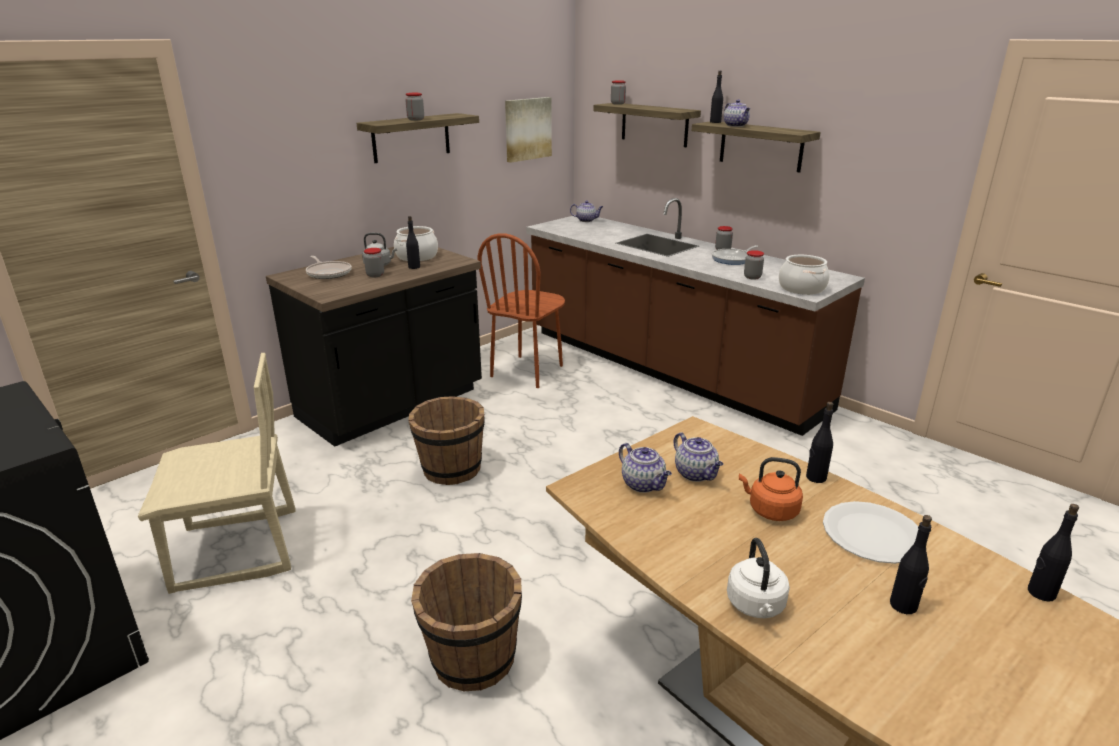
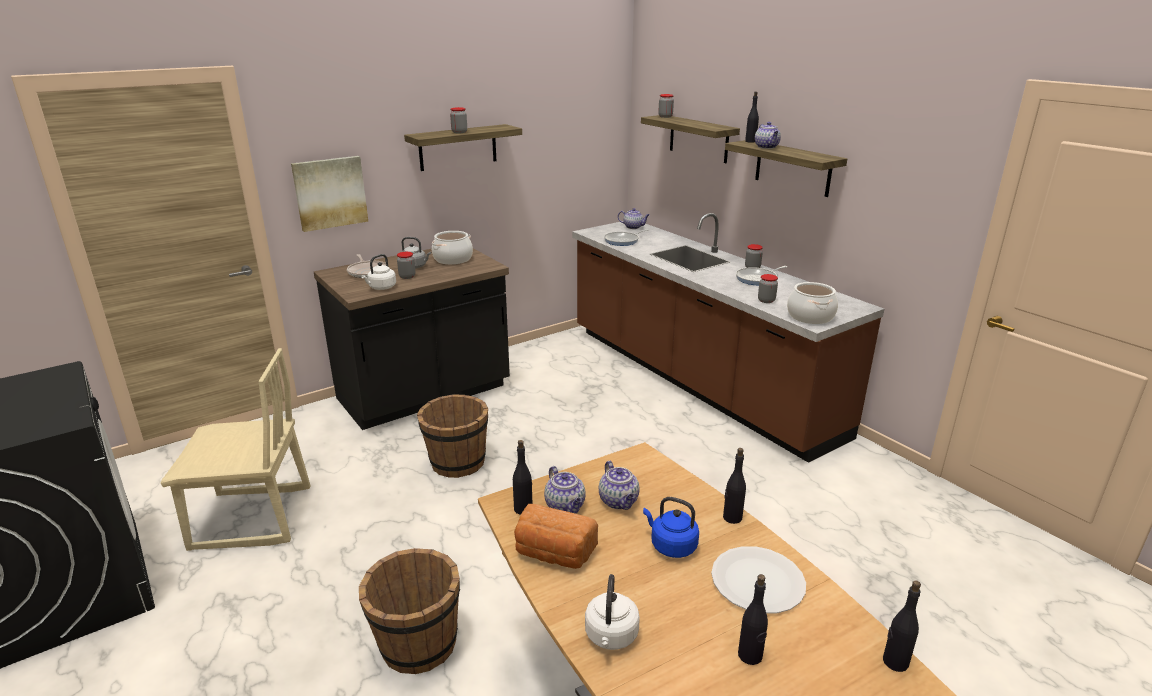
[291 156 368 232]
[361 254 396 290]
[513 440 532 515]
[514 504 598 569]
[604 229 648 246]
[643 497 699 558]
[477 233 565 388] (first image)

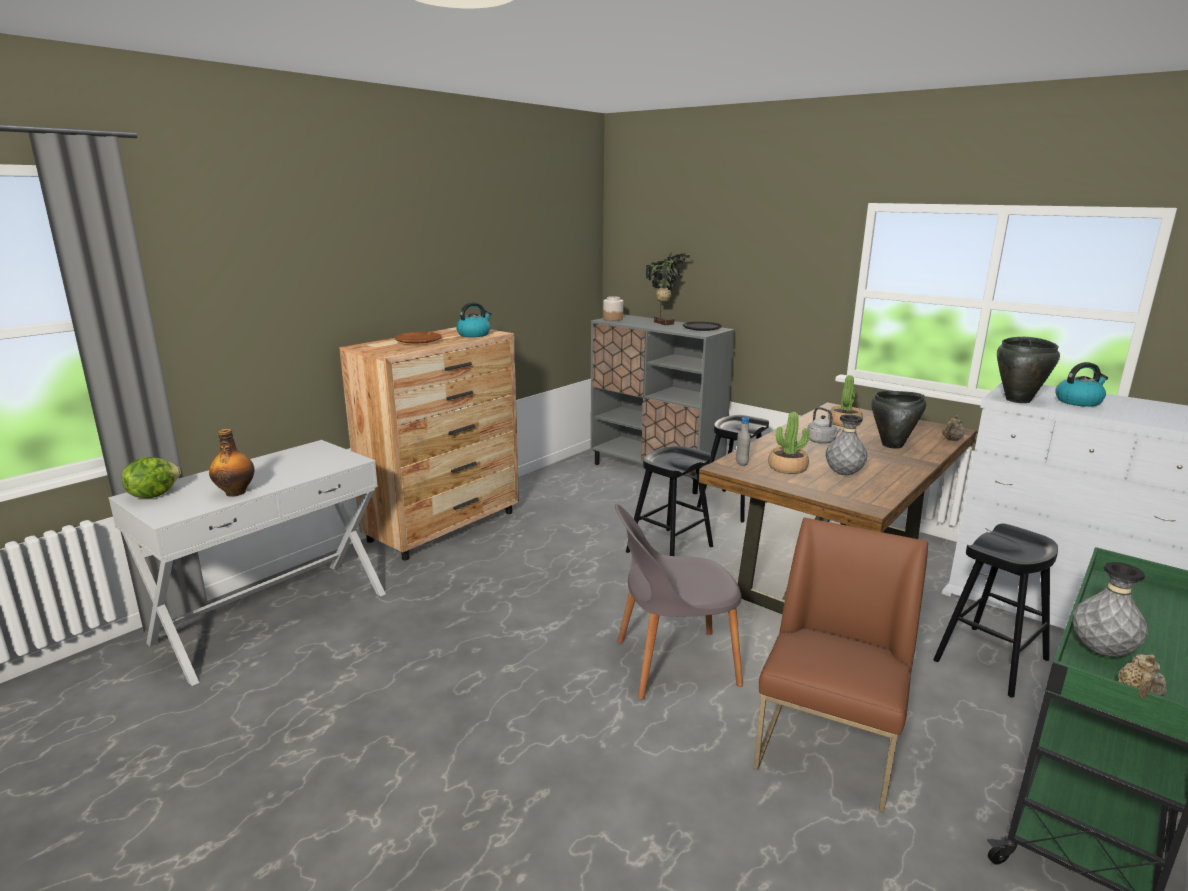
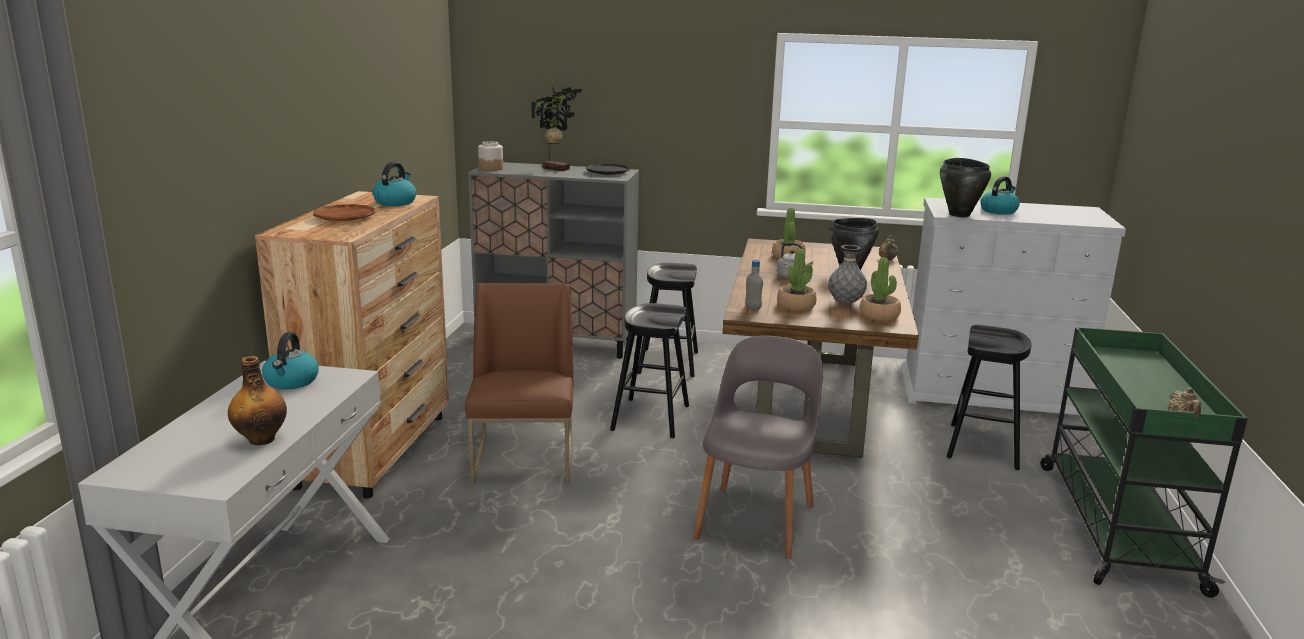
[262 332 319 389]
[465 283 574 484]
[694 336 823 559]
[860 257 901 321]
[121 457 181 498] (first image)
[1072 562 1148 657] (first image)

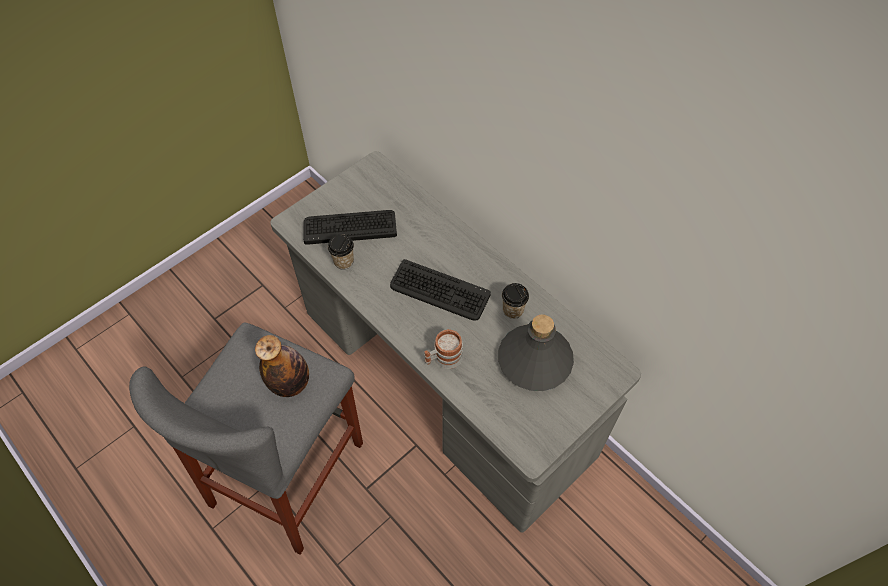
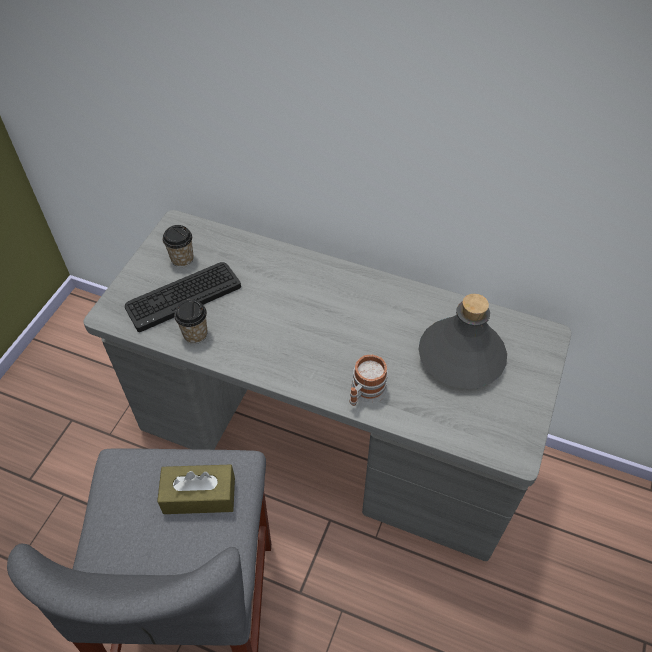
[157 464 235 514]
[163 225 194 267]
[390 259 491 321] (first image)

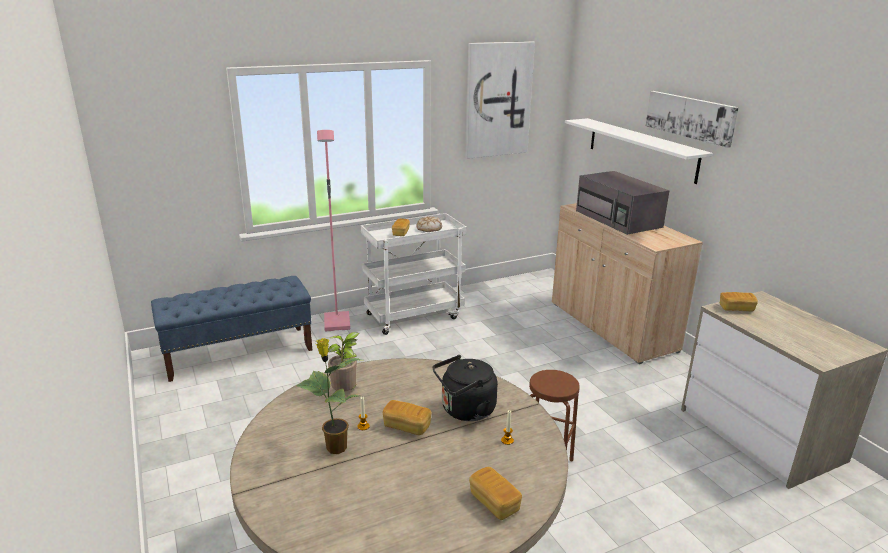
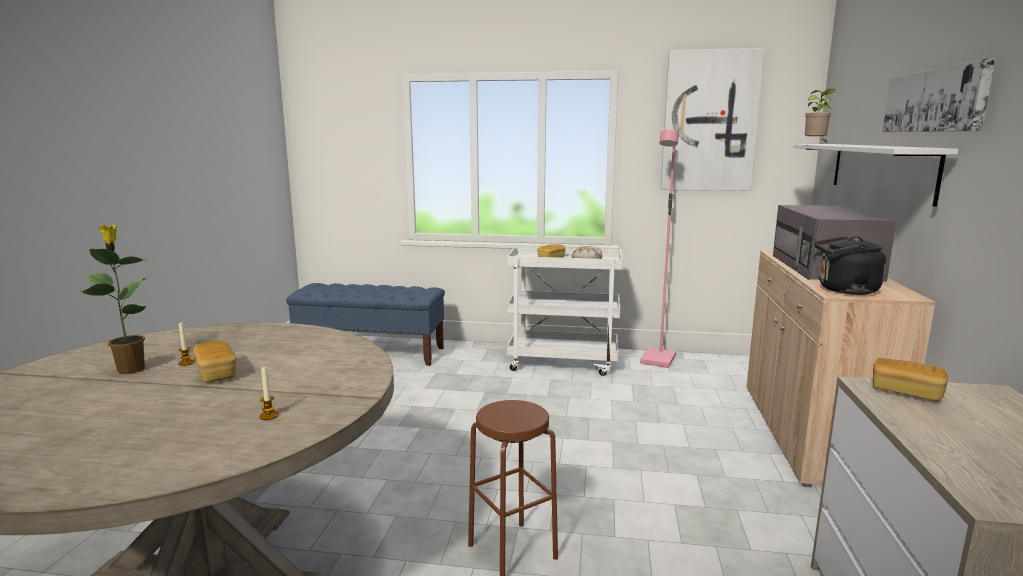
[640 130 679 368]
[805 89 837 143]
[815 236 886 295]
[469 467 522 520] (first image)

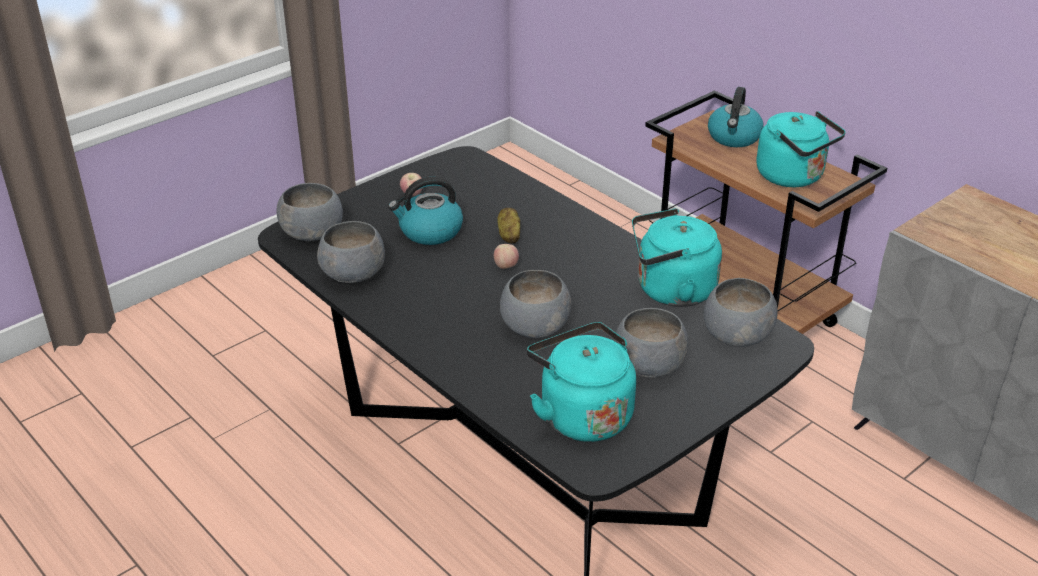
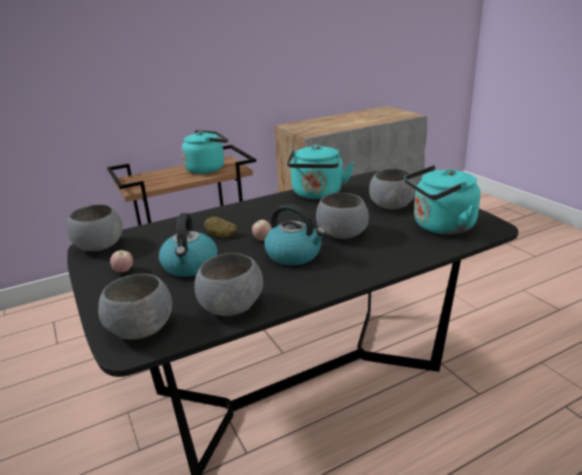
[67 204 123 251]
[264 204 326 265]

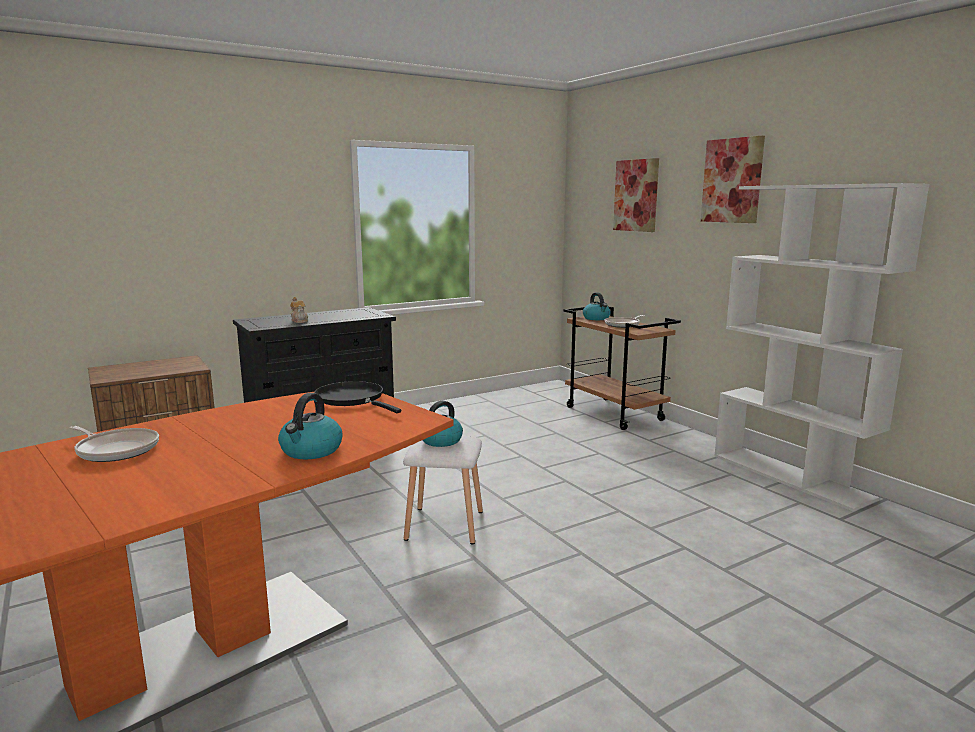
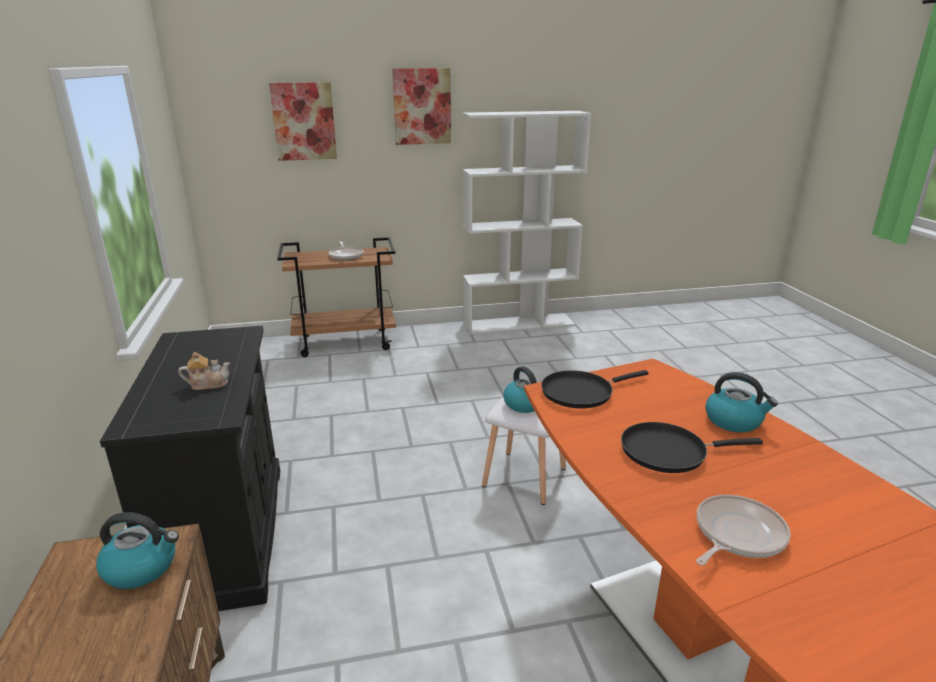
[96 512 179 589]
[621 422 763 473]

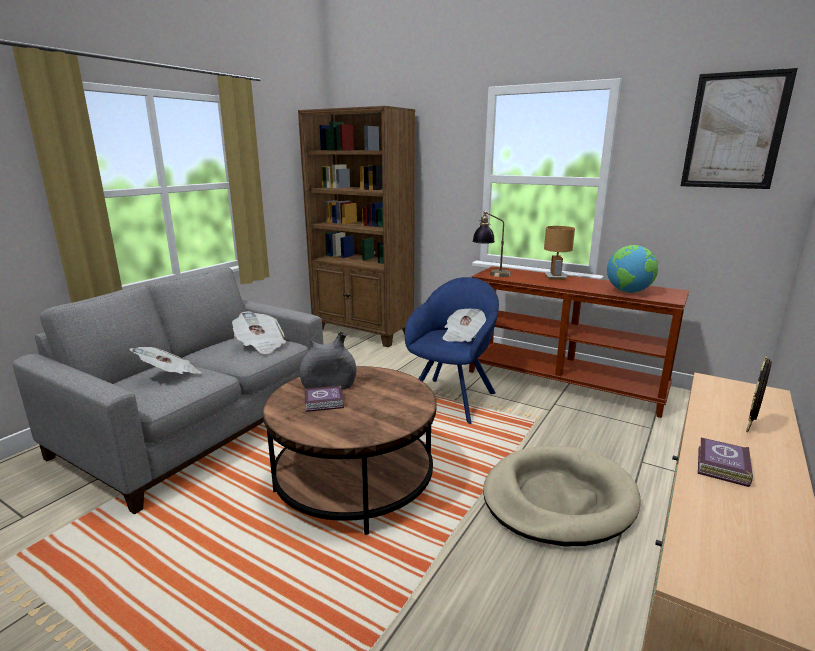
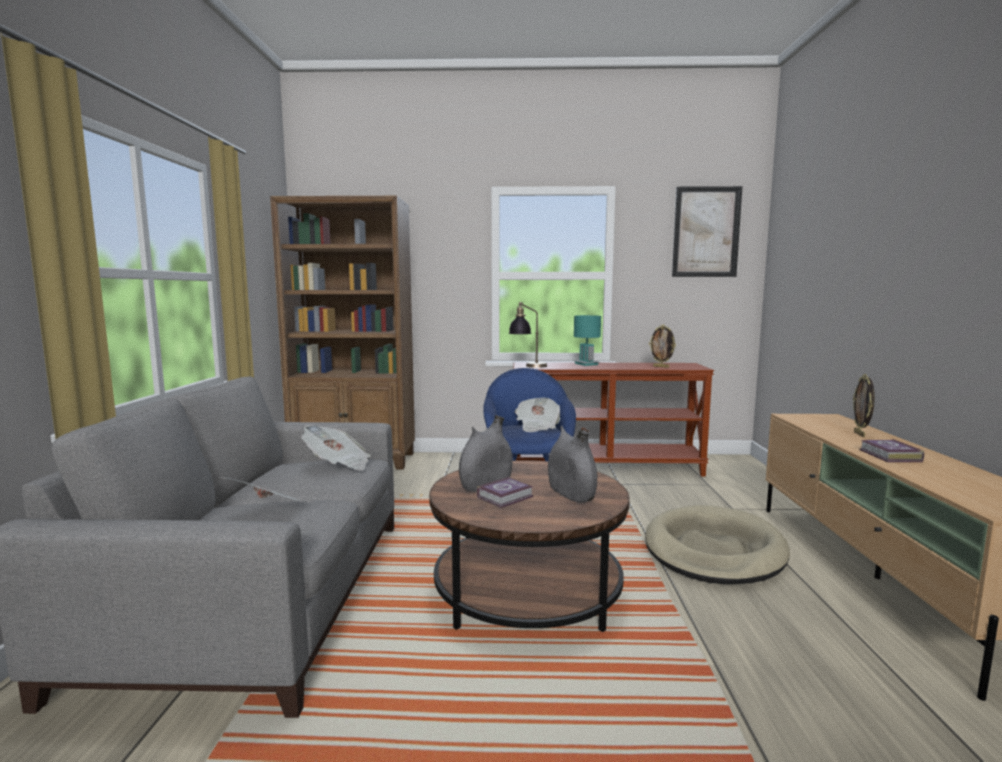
[548 426 597 502]
[573 315 601 366]
[649 325 676 368]

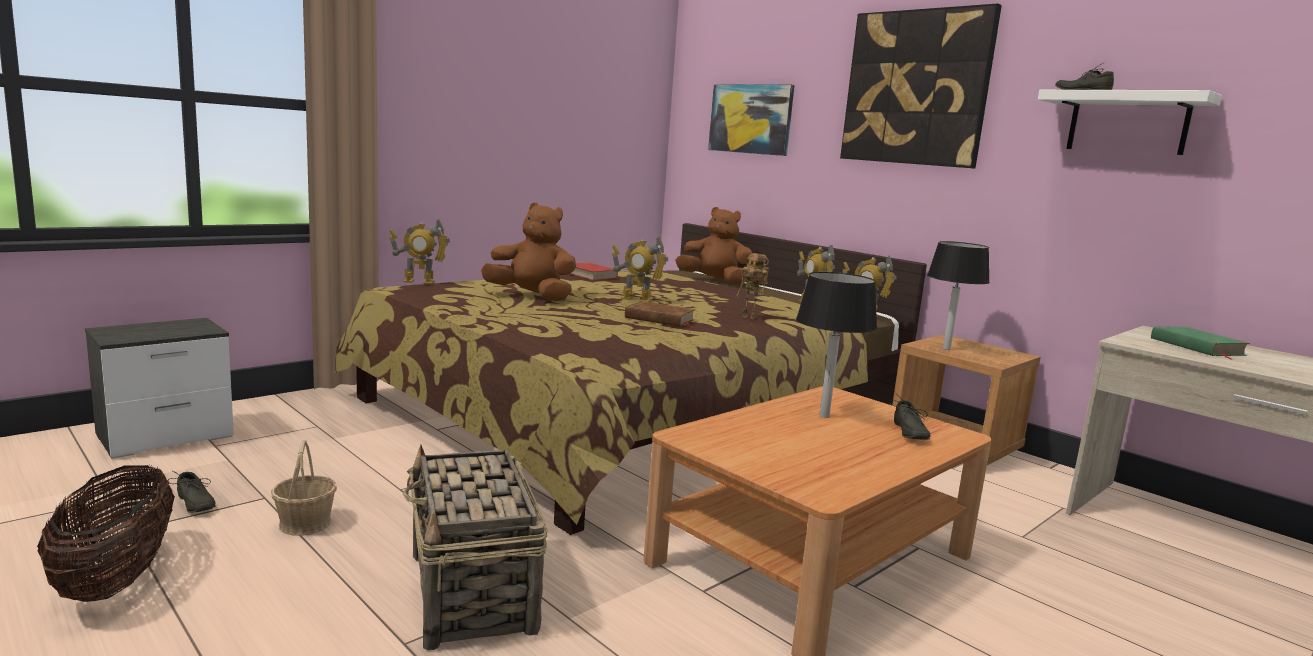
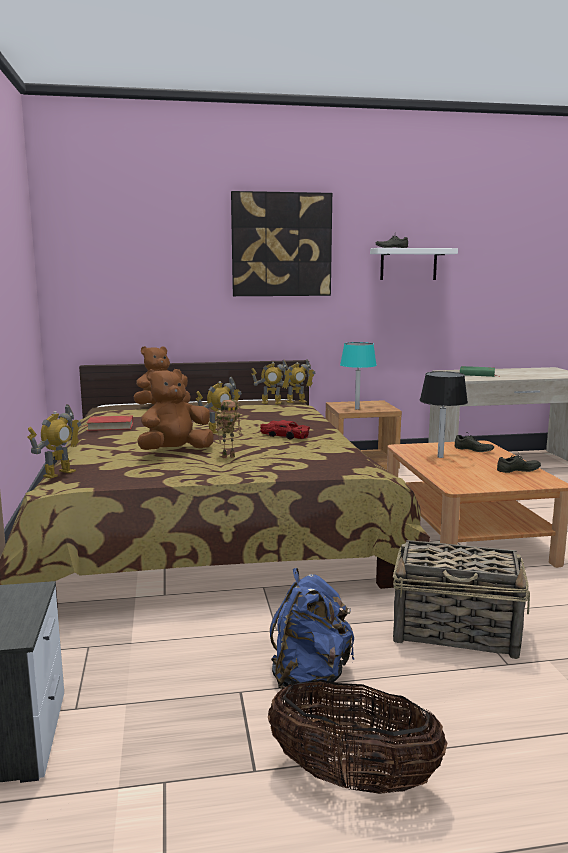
[216 400 242 458]
[260 420 310 440]
[270 568 354 691]
[340 342 377 410]
[497 455 541 473]
[708 84 794 156] (first image)

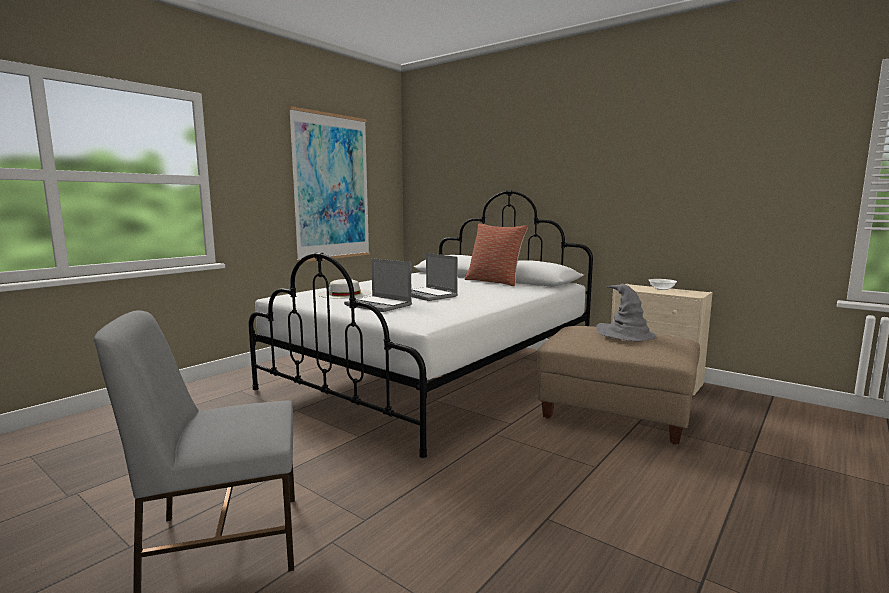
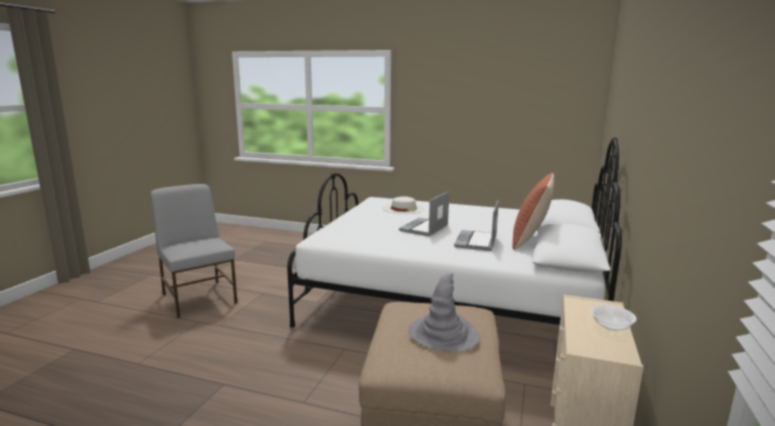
[454 200 499 251]
[288 106 370 262] (first image)

